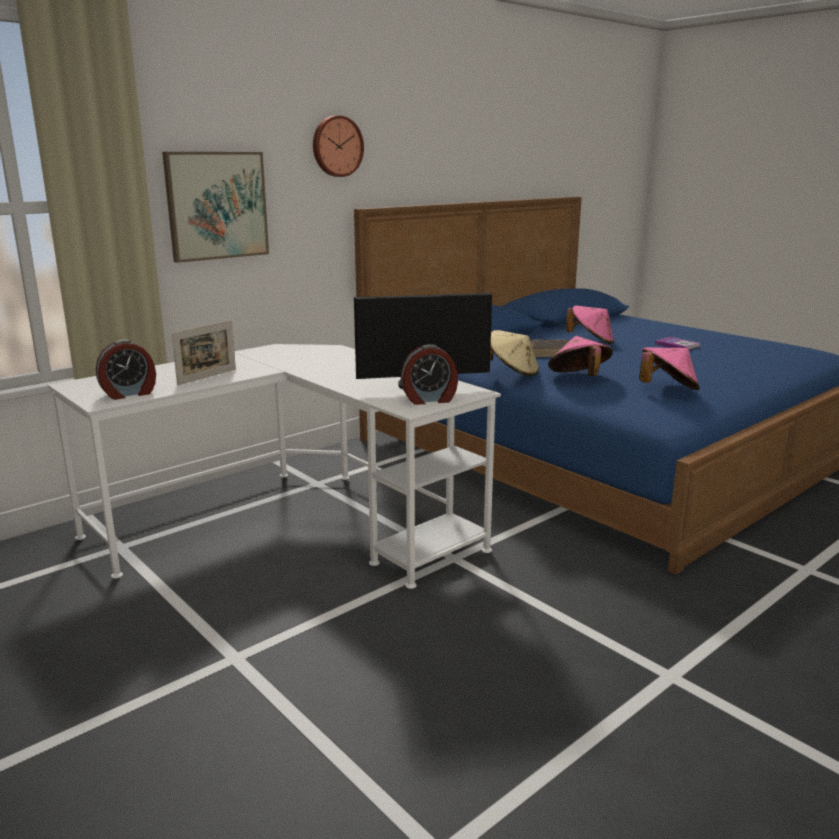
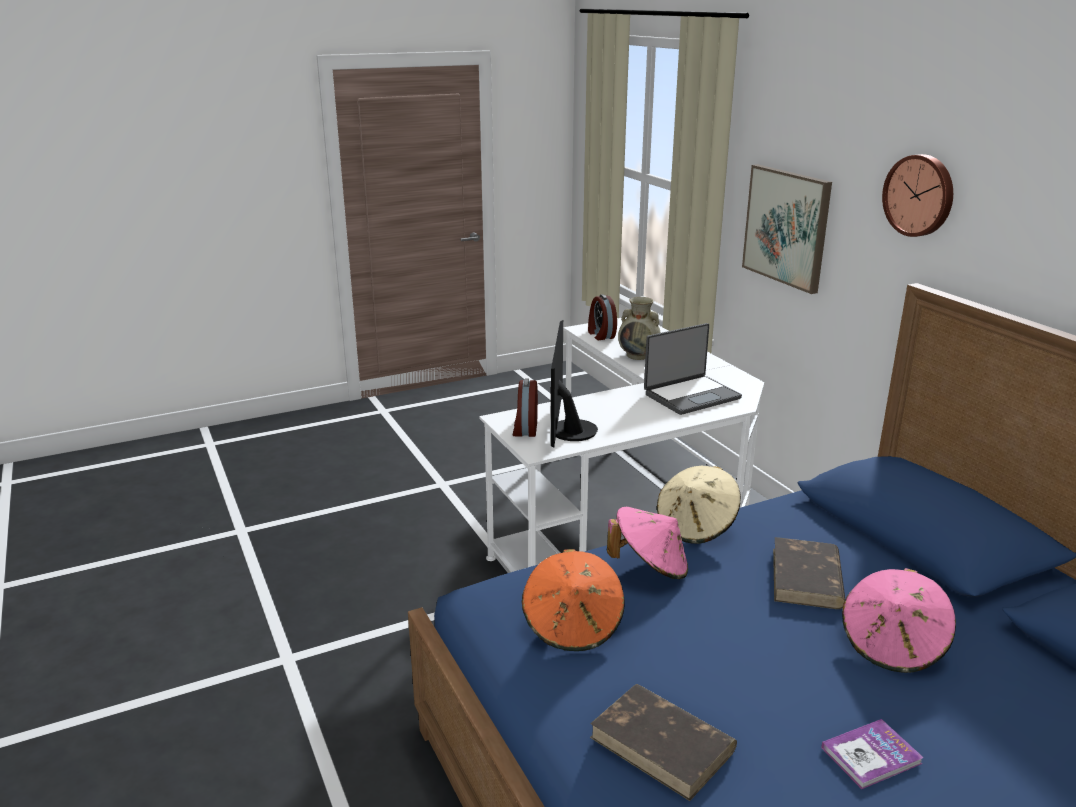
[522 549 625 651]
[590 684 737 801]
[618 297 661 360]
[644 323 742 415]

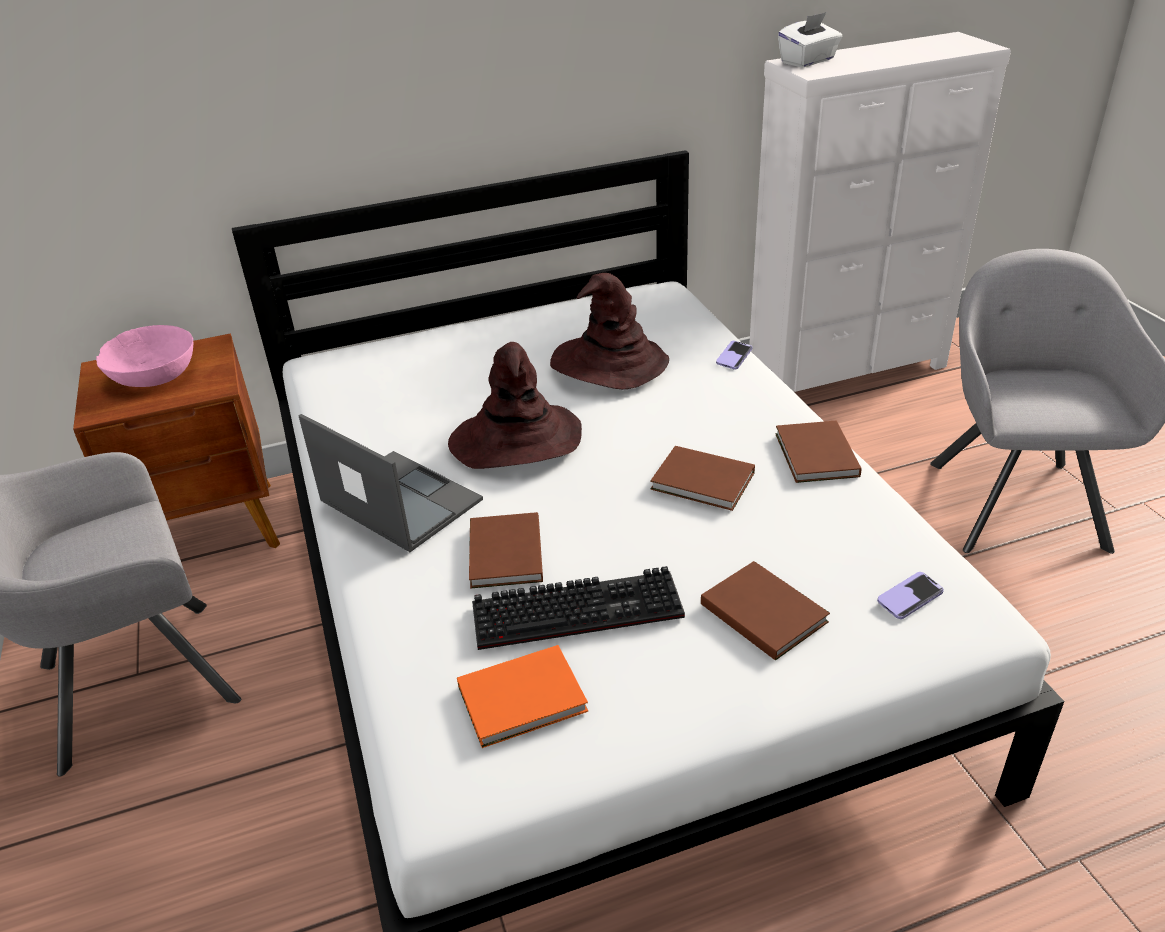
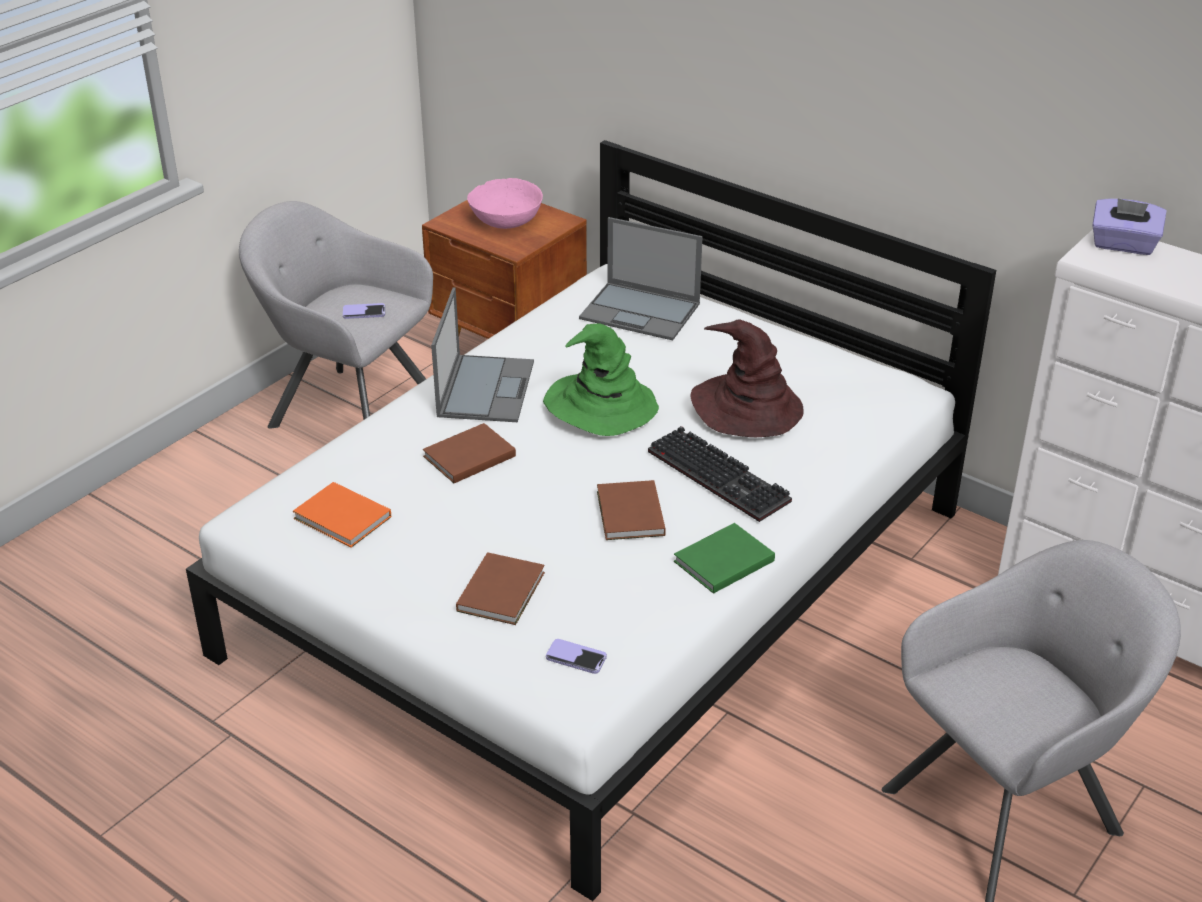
[343 303 385 319]
[543 323 659 436]
[579 217 703 341]
[648 426 792 522]
[674 523 775 594]
[1092 198 1167 255]

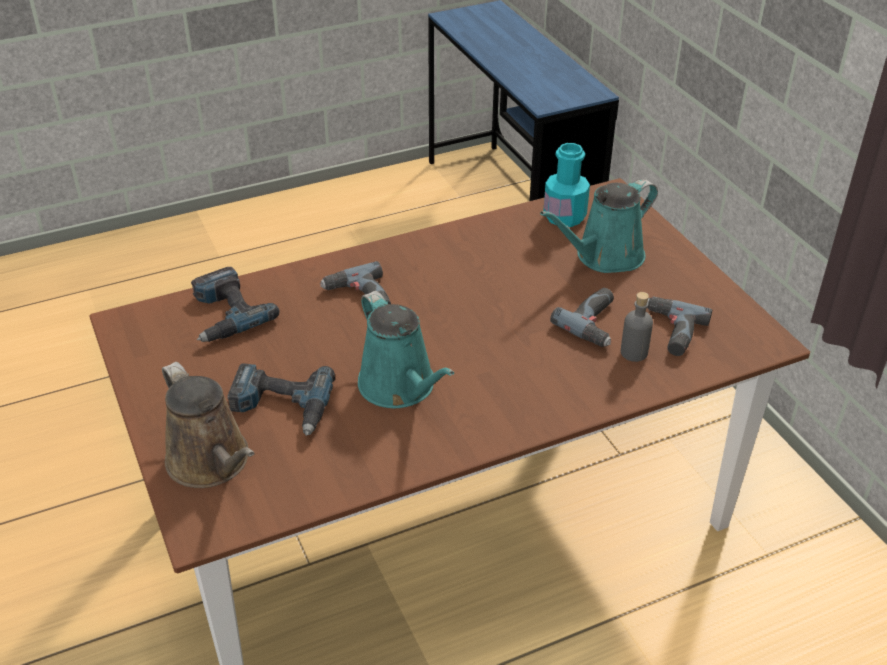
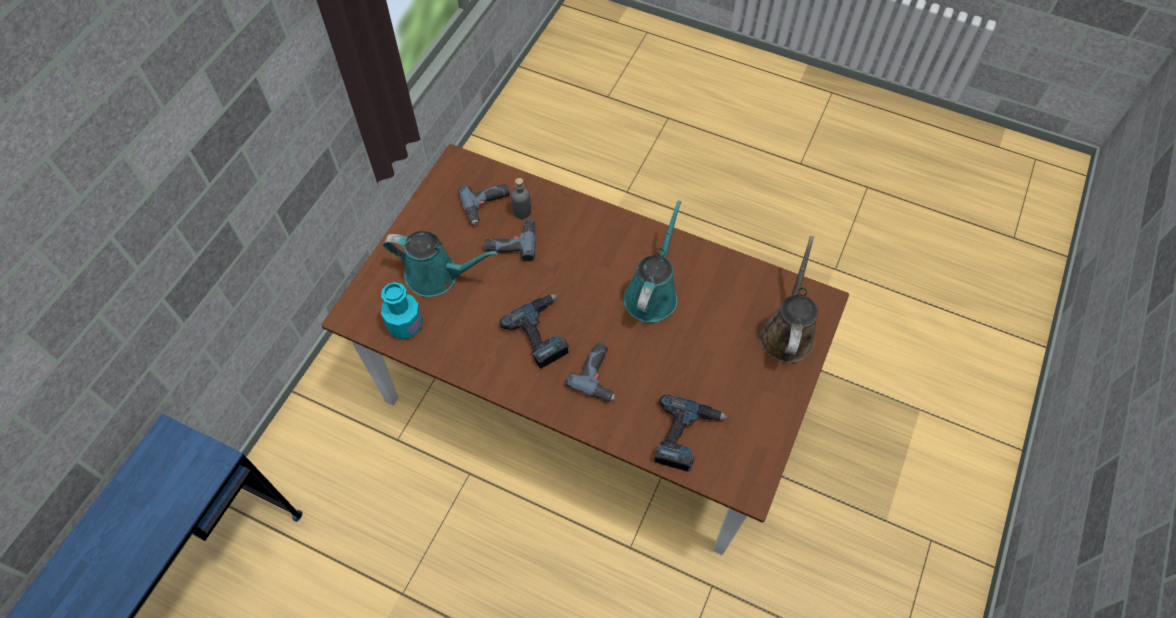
[500 294 570 369]

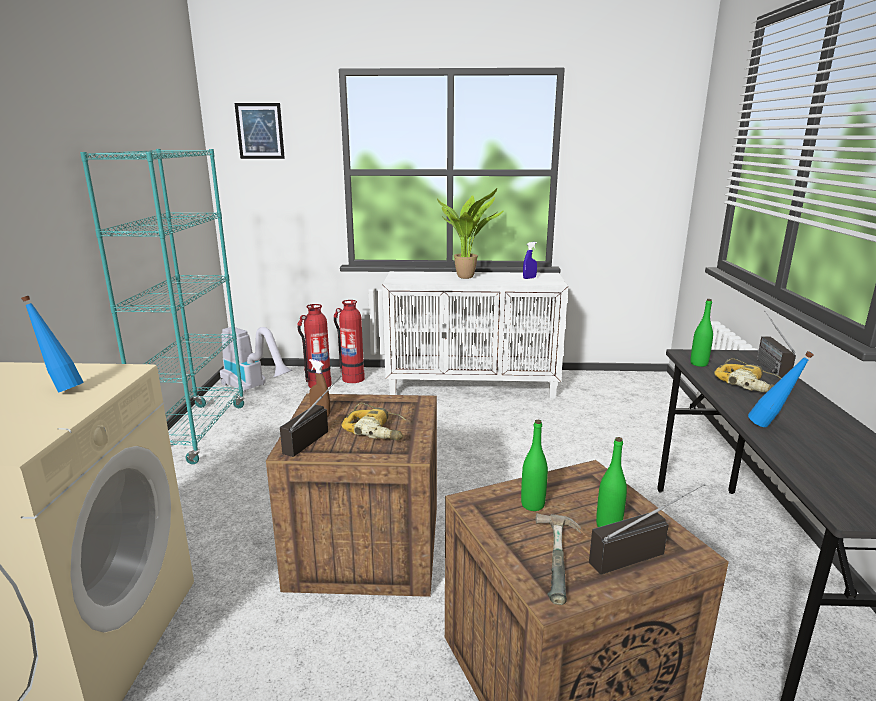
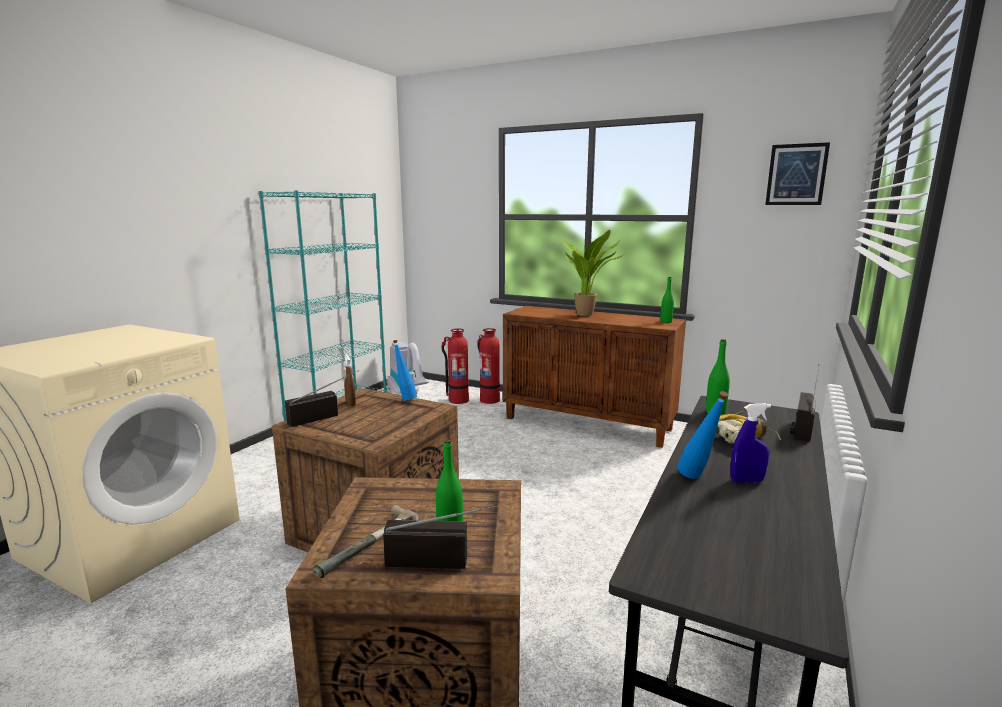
[393 340 417 401]
[503 306 686 448]
[661 277 674 323]
[730 403 771 482]
[765 142 830 205]
[341 403 406 441] (first image)

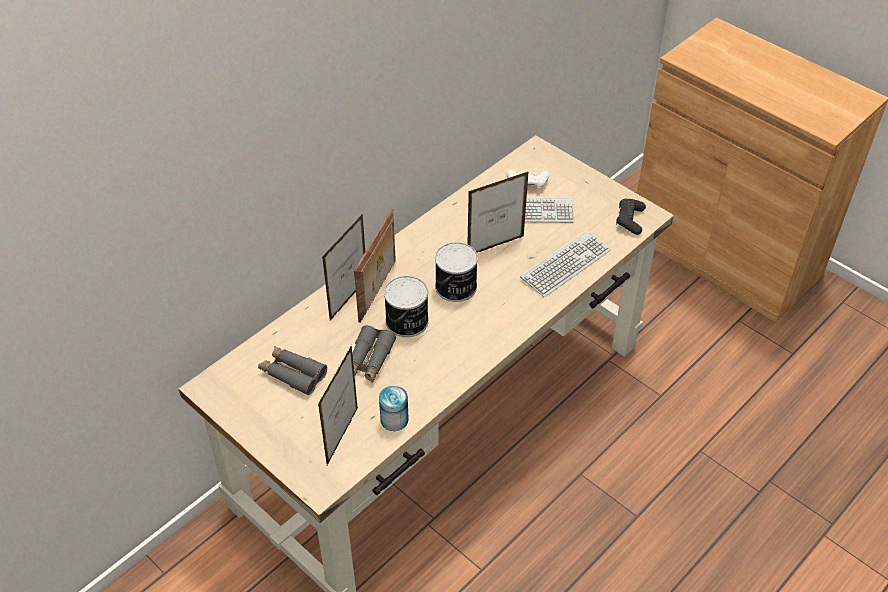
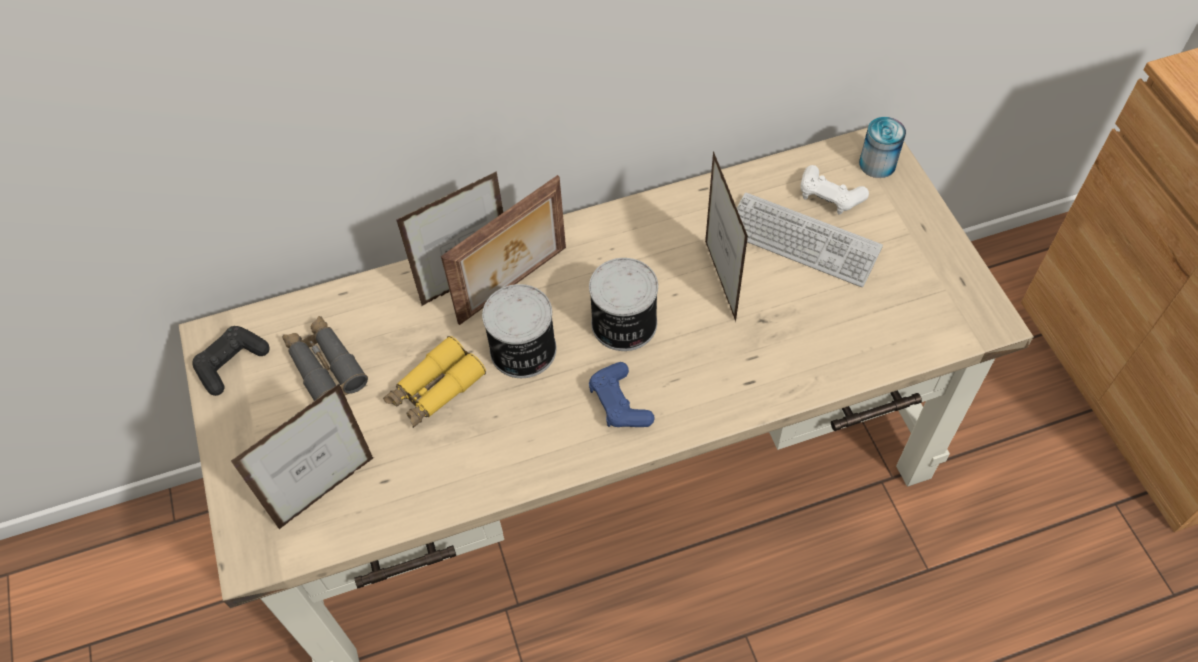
[192 326 270 396]
[383 336 486 428]
[589 362 654 427]
[705 151 748 322]
[859 117 906 178]
[520 230 610 298] (first image)

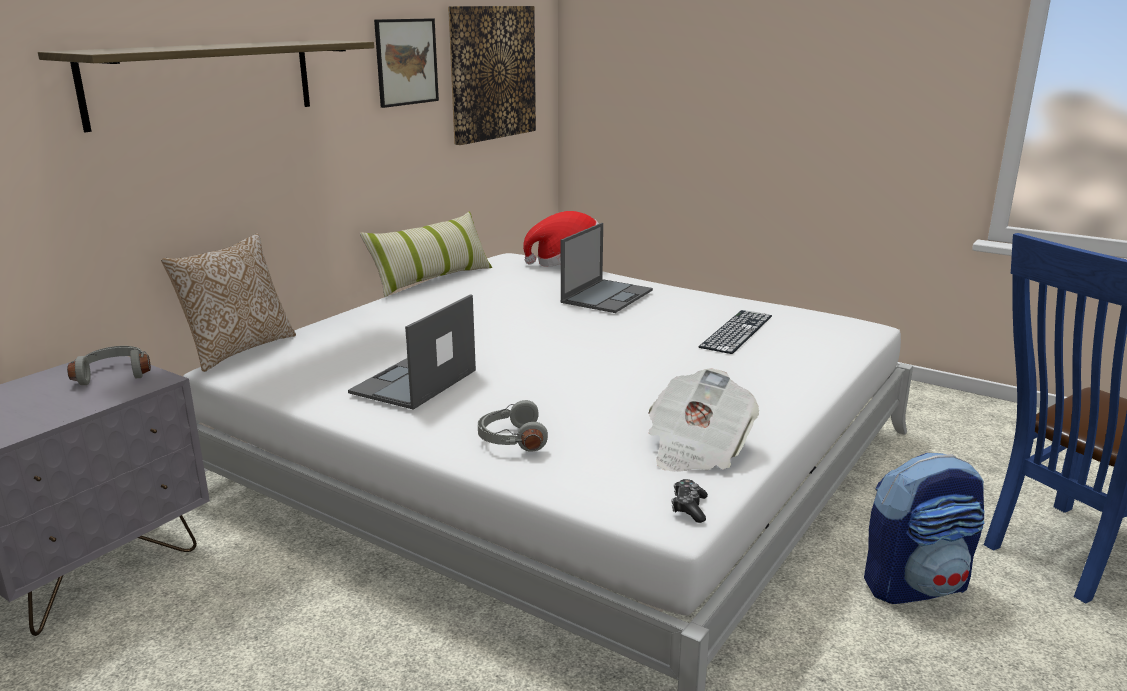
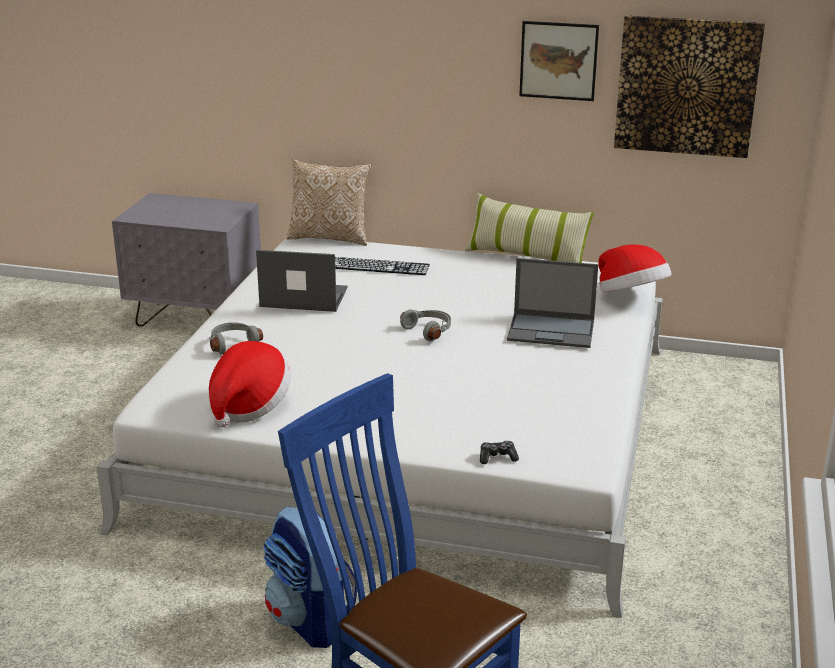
[209 341 291 427]
[335 257 430 275]
[400 309 451 341]
[480 441 519 464]
[38 40 374 132] (first image)

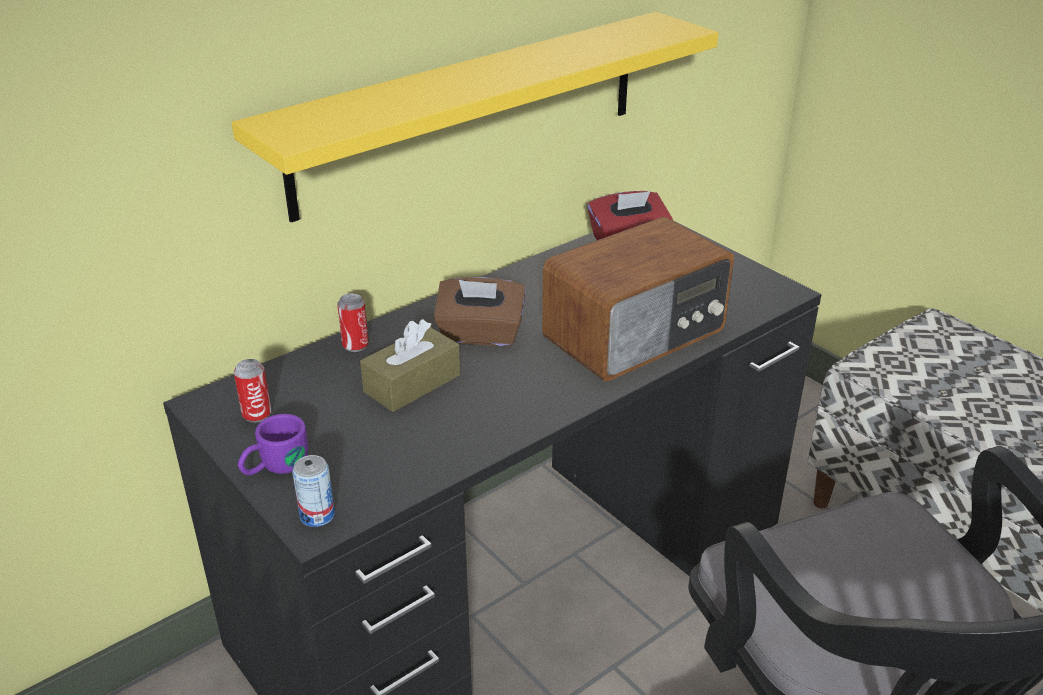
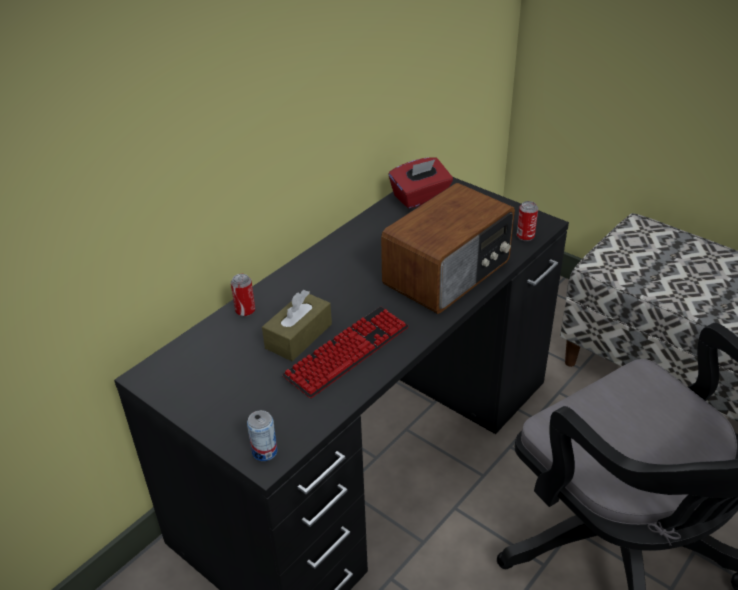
[282 307 409 398]
[517 201 538 241]
[232 12 718 222] (first image)
[238 414 308 475] (first image)
[433 277 526 346] (first image)

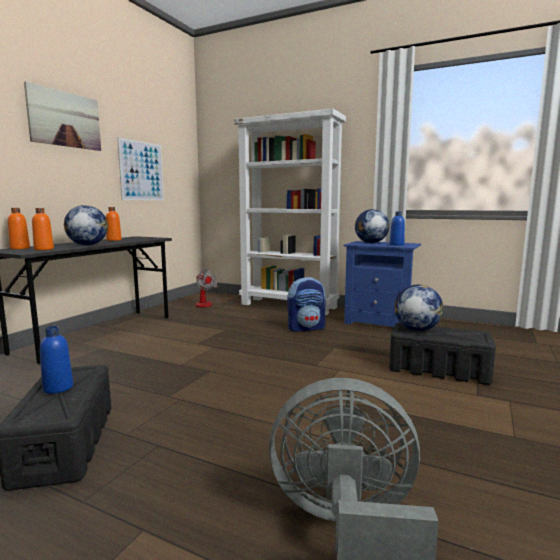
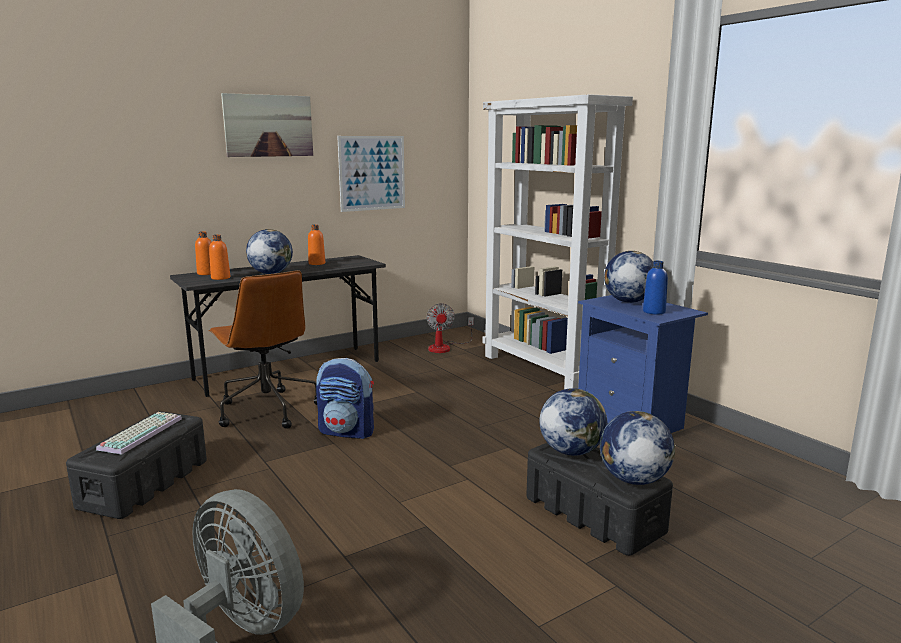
[96 412 182 455]
[209 270 317 429]
[316 358 374 439]
[600 411 676 485]

